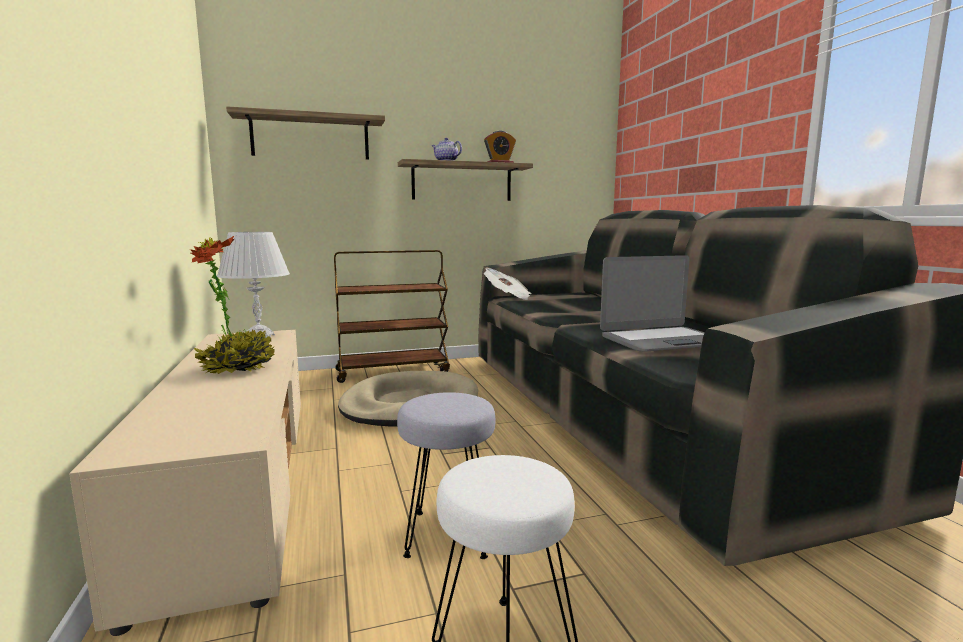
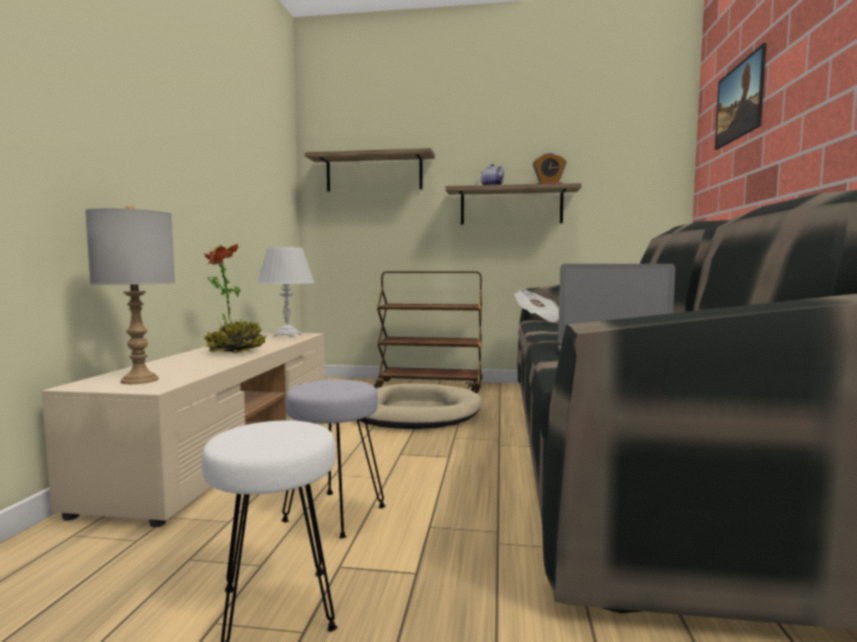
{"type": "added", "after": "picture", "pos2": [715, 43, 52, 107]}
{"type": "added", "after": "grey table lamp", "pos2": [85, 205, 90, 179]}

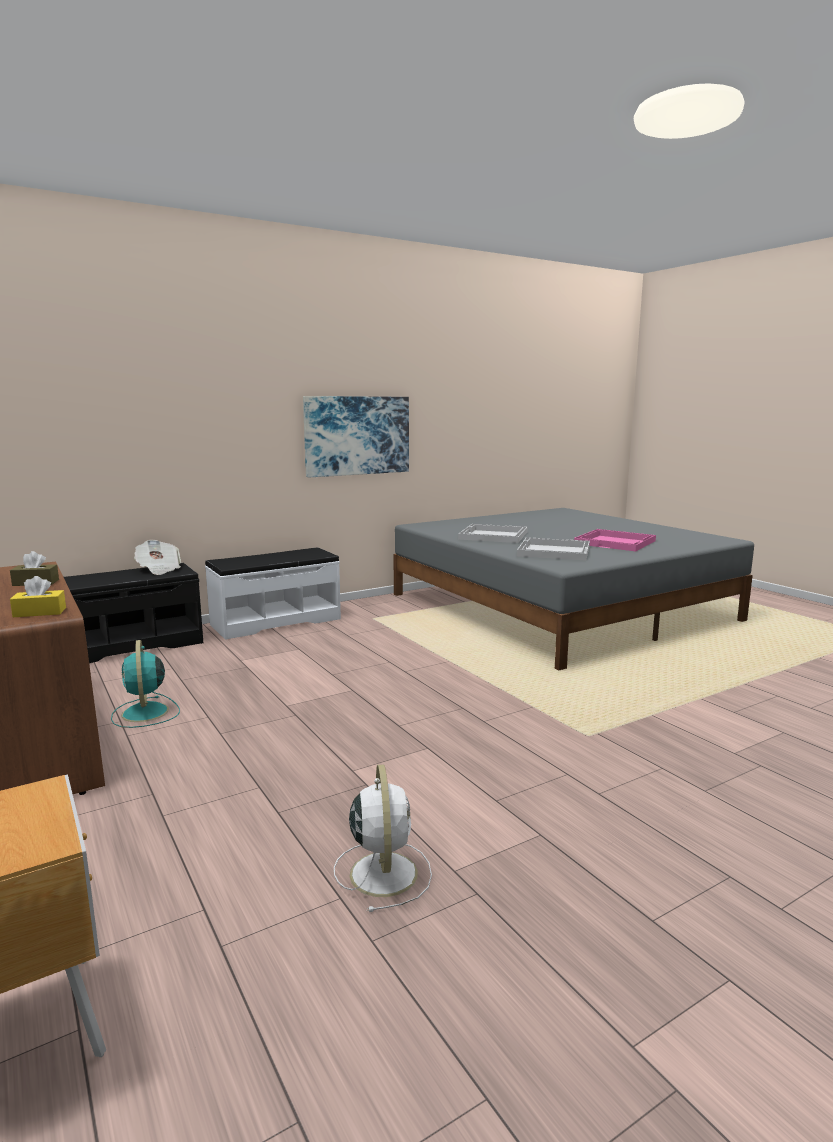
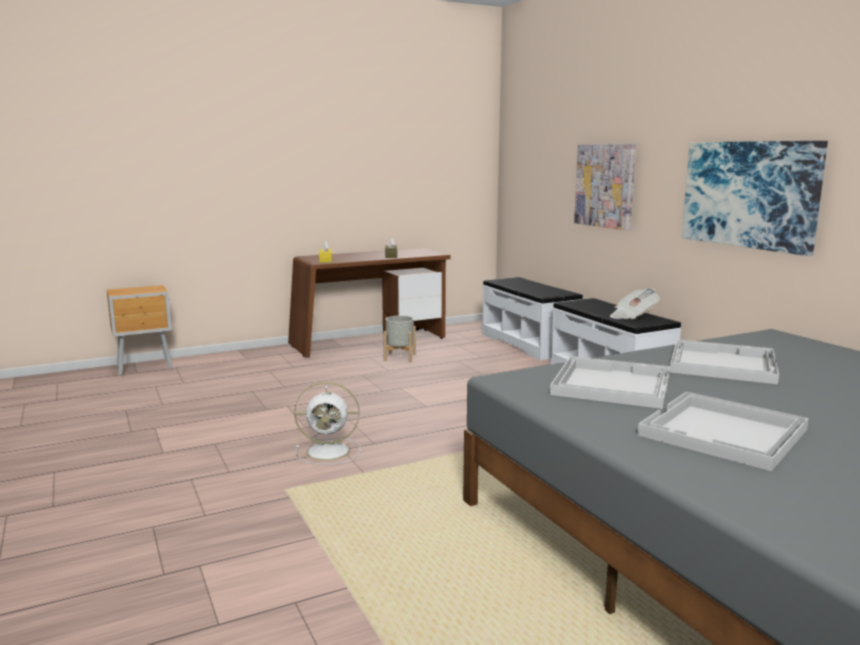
{"type": "recoloured", "before": "pink tray", "after": "white tray", "pos1": [574, 529, 82, 22], "pos2": [638, 392, 171, 79]}
{"type": "moved", "before": "newspaper", "pos1": [134, 540, 47, 35], "pos2": [610, 288, 50, 31]}
{"type": "recoloured", "before": "black bench", "after": "white bench", "pos1": [64, 563, 139, 100], "pos2": [482, 277, 101, 83]}
{"type": "replaced", "before": "turquoise fan", "after": "grey planter", "pos1": [111, 640, 69, 88], "pos2": [383, 316, 33, 46]}
{"type": "moved", "before": "white fan", "pos1": [334, 764, 98, 148], "pos2": [294, 382, 67, 82]}
{"type": "added", "after": "picture", "pos2": [574, 144, 62, 87]}

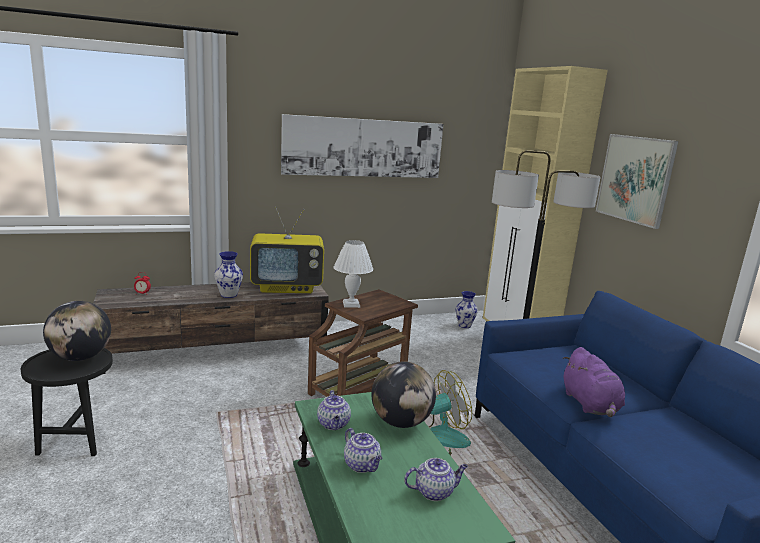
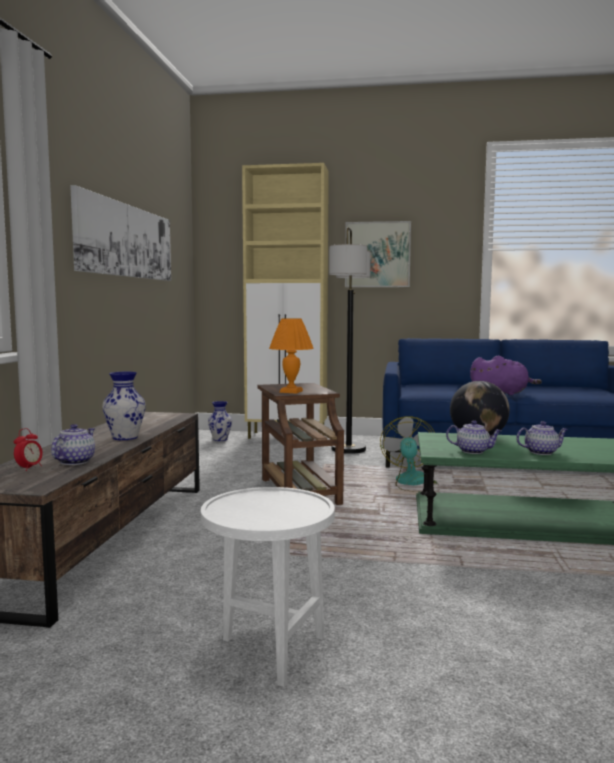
{"type": "removed", "before": "television", "pos1": [250, 207, 74, 86]}
{"type": "recoloured", "before": "white table lamp", "after": "orange table lamp", "pos1": [334, 240, 39, 68], "pos2": [269, 318, 45, 76]}
{"type": "removed", "before": "globe", "pos1": [43, 301, 68, 60]}
{"type": "recoloured", "before": "black side table", "after": "white side table", "pos1": [21, 348, 92, 108], "pos2": [201, 487, 134, 200]}
{"type": "moved", "before": "teapot", "pos1": [404, 458, 64, 43], "pos2": [51, 424, 44, 41]}

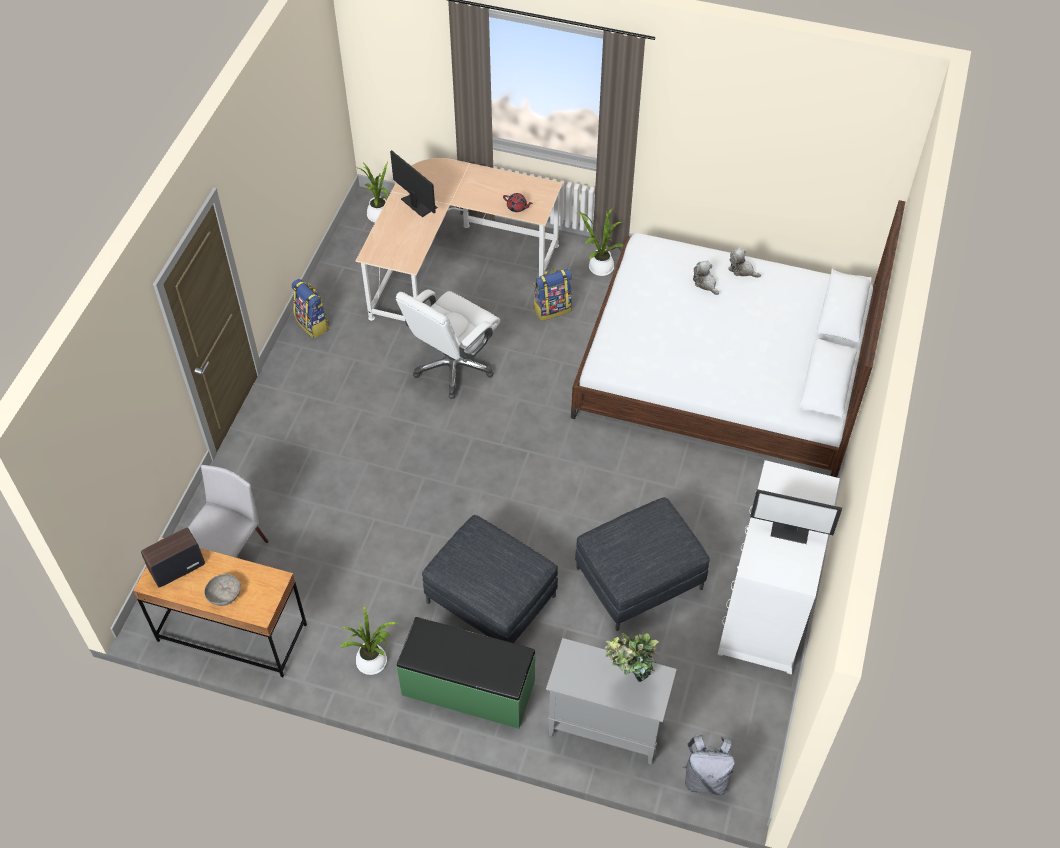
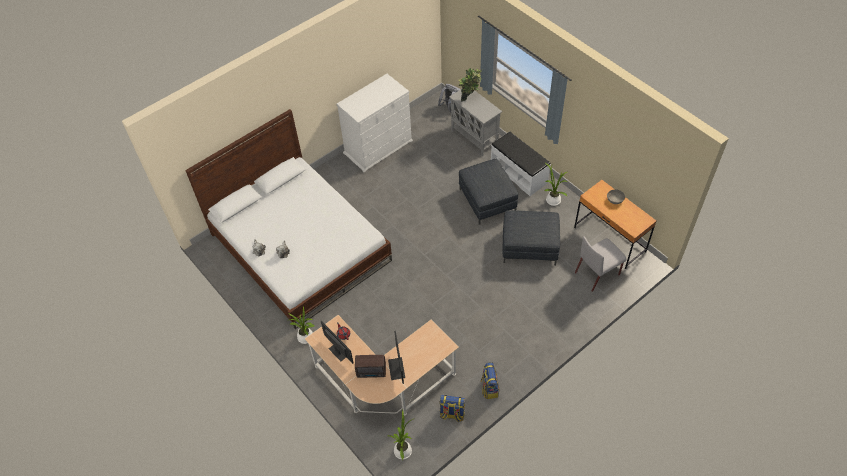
{"type": "moved", "before": "backpack", "pos1": [533, 268, 39, 53], "pos2": [439, 395, 26, 27]}
{"type": "removed", "before": "white office chair", "pos1": [396, 289, 104, 110]}
{"type": "moved", "before": "monitor", "pos1": [750, 489, 92, 55], "pos2": [321, 321, 33, 43]}
{"type": "moved", "before": "grey ottoman", "pos1": [575, 497, 135, 134], "pos2": [503, 210, 57, 55]}
{"type": "moved", "before": "radio", "pos1": [141, 528, 64, 59], "pos2": [355, 355, 31, 23]}
{"type": "recoloured", "before": "green bench", "after": "white bench", "pos1": [397, 617, 139, 112], "pos2": [491, 131, 60, 65]}

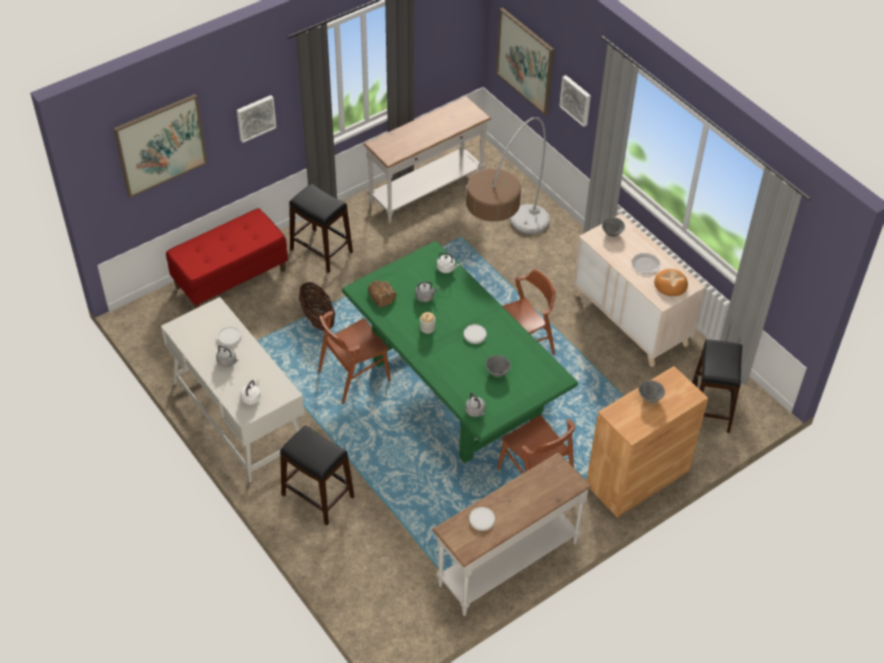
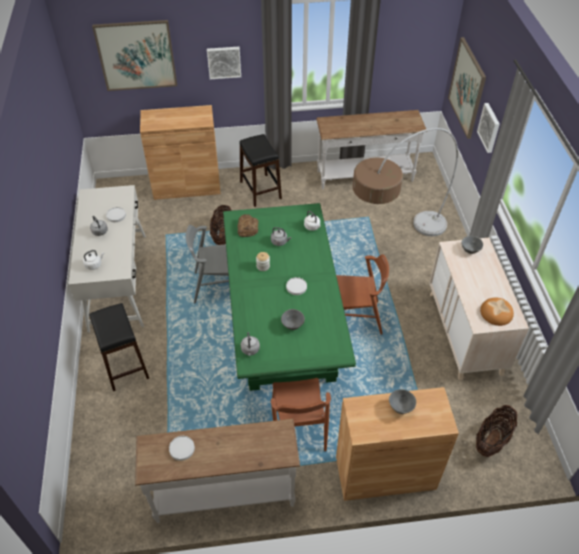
{"type": "replaced", "before": "red bench", "after": "brown cabinet", "pos1": [166, 208, 122, 101], "pos2": [140, 105, 81, 95]}
{"type": "removed", "before": "plate", "pos1": [631, 253, 29, 21]}
{"type": "recoloured", "before": "brown chair", "after": "grey chair", "pos1": [318, 311, 73, 93], "pos2": [186, 225, 43, 79]}
{"type": "replaced", "before": "black stool", "after": "basket", "pos1": [692, 339, 50, 94], "pos2": [476, 405, 41, 52]}

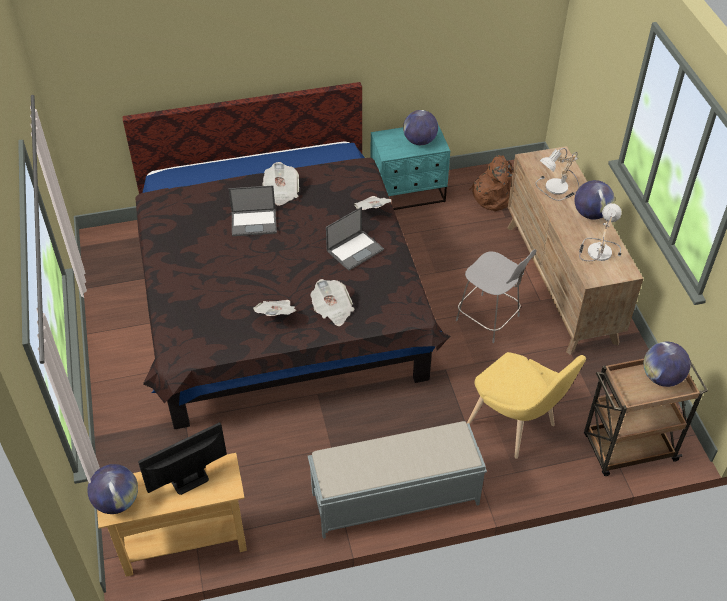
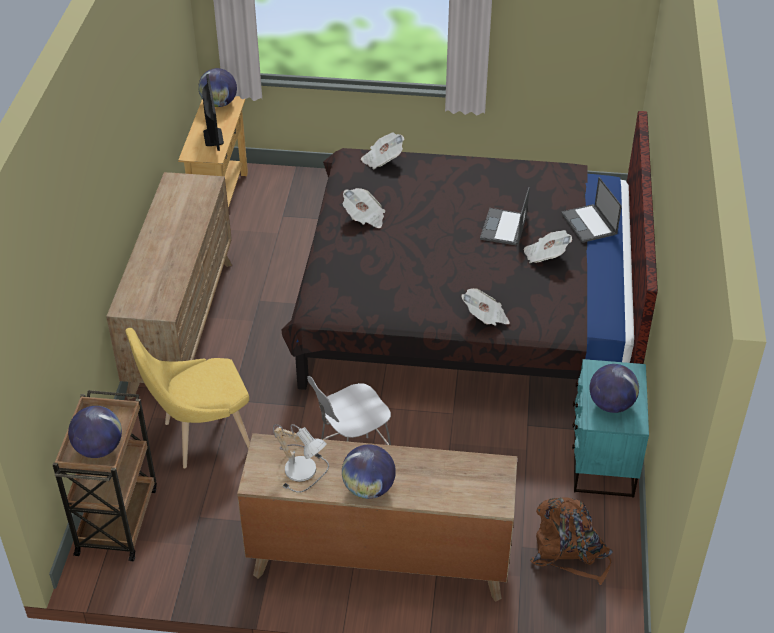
{"type": "removed", "before": "table lamp", "pos1": [535, 148, 44, 53]}
{"type": "moved", "before": "laptop", "pos1": [326, 207, 58, 64], "pos2": [561, 177, 61, 66]}
{"type": "moved", "before": "newspaper", "pos1": [310, 279, 44, 47], "pos2": [361, 133, 44, 36]}
{"type": "replaced", "before": "grey bench", "after": "brown dresser", "pos1": [308, 421, 179, 118], "pos2": [106, 172, 126, 228]}

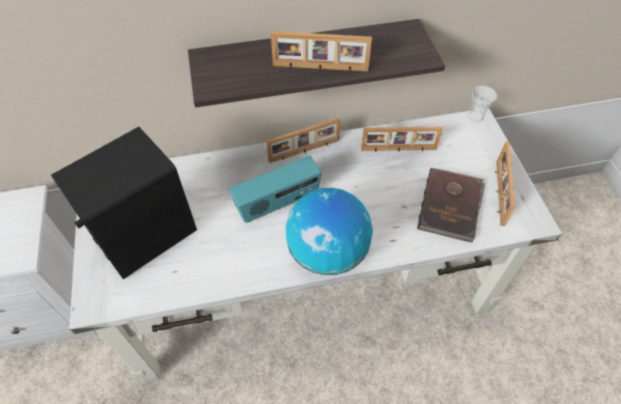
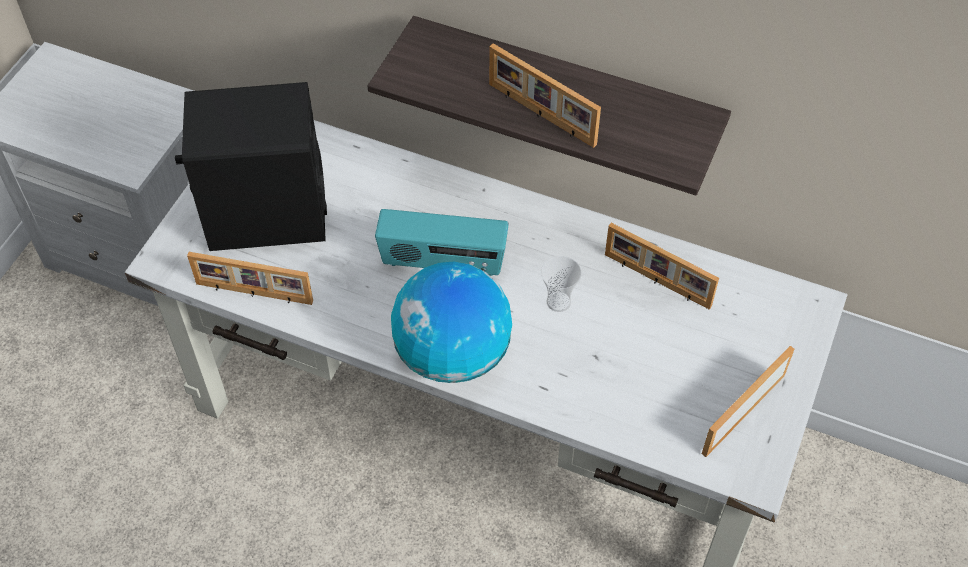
{"type": "moved", "before": "cup", "pos1": [469, 86, 28, 36], "pos2": [541, 256, 41, 56]}
{"type": "moved", "before": "picture frame", "pos1": [266, 118, 75, 45], "pos2": [187, 252, 126, 53]}
{"type": "removed", "before": "brown book", "pos1": [417, 168, 68, 75]}

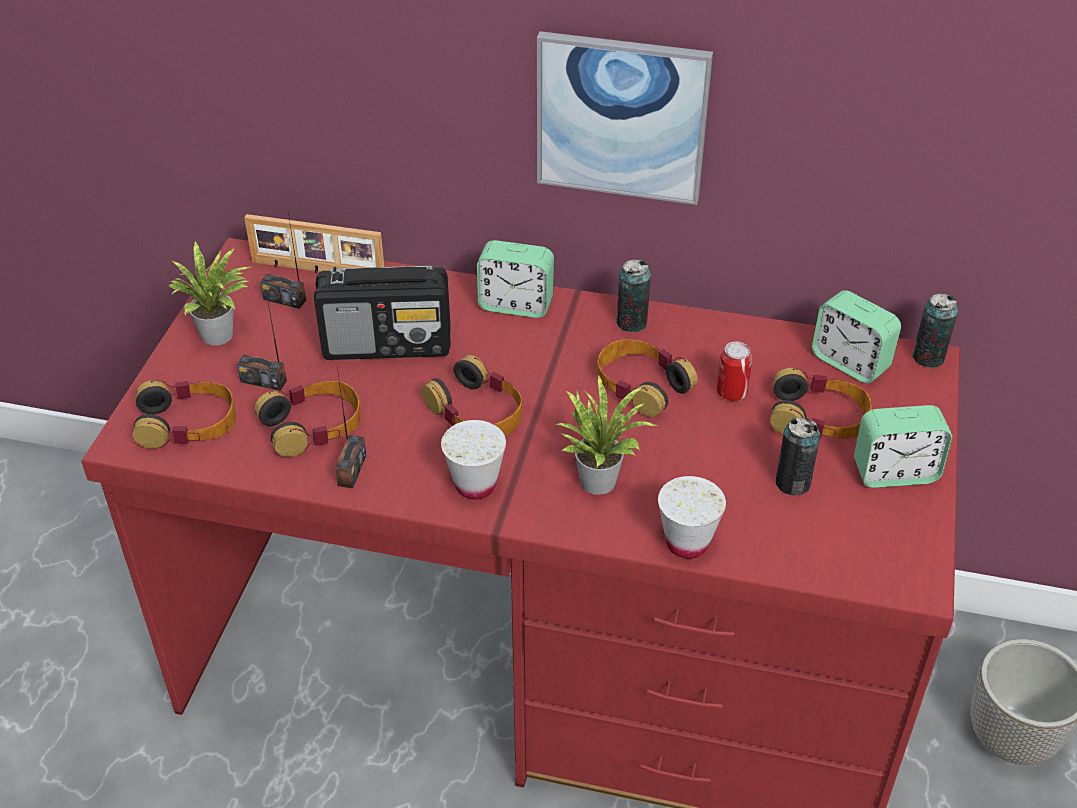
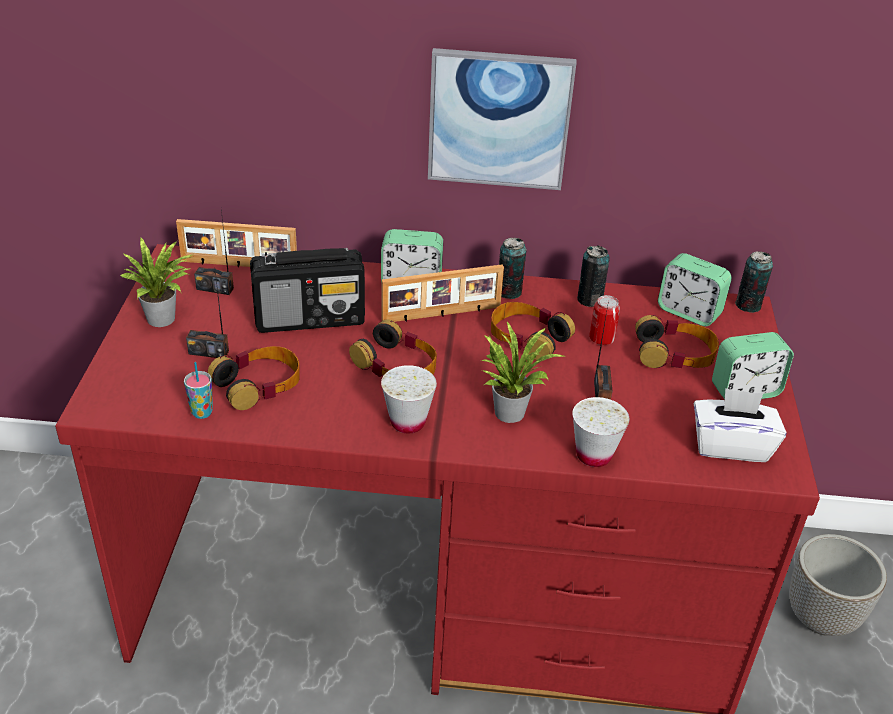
{"type": "moved", "before": "radio", "pos1": [335, 366, 31, 122], "pos2": [594, 301, 18, 99]}
{"type": "removed", "before": "headphones", "pos1": [133, 380, 103, 69]}
{"type": "moved", "before": "can", "pos1": [776, 417, 44, 78], "pos2": [577, 245, 33, 62]}
{"type": "added", "after": "picture frame", "pos2": [381, 264, 123, 58]}
{"type": "added", "after": "cup", "pos2": [184, 362, 29, 57]}
{"type": "added", "after": "white tissue box", "pos2": [694, 388, 93, 74]}

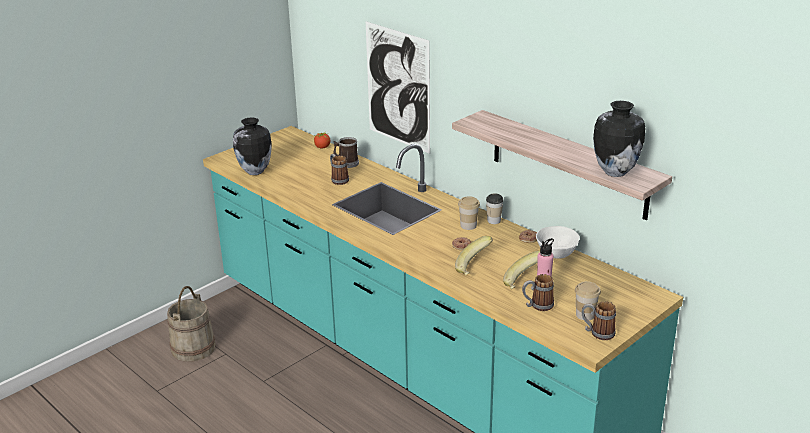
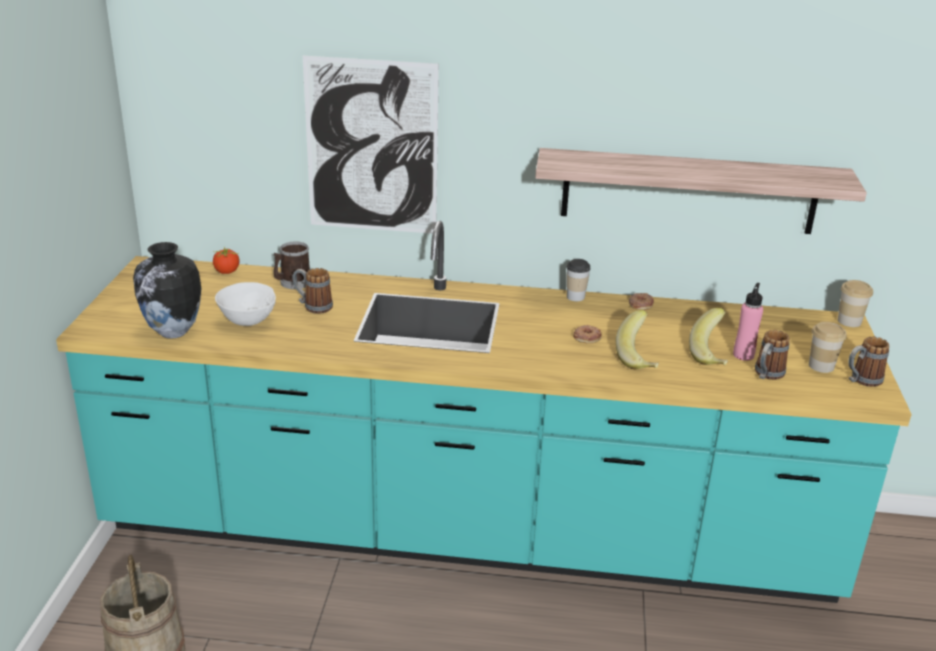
{"type": "removed", "before": "vase", "pos1": [593, 101, 52, 76]}
{"type": "moved", "before": "cup", "pos1": [458, 196, 22, 34], "pos2": [838, 280, 35, 47]}
{"type": "moved", "before": "white bowl", "pos1": [536, 226, 44, 33], "pos2": [215, 282, 61, 44]}

